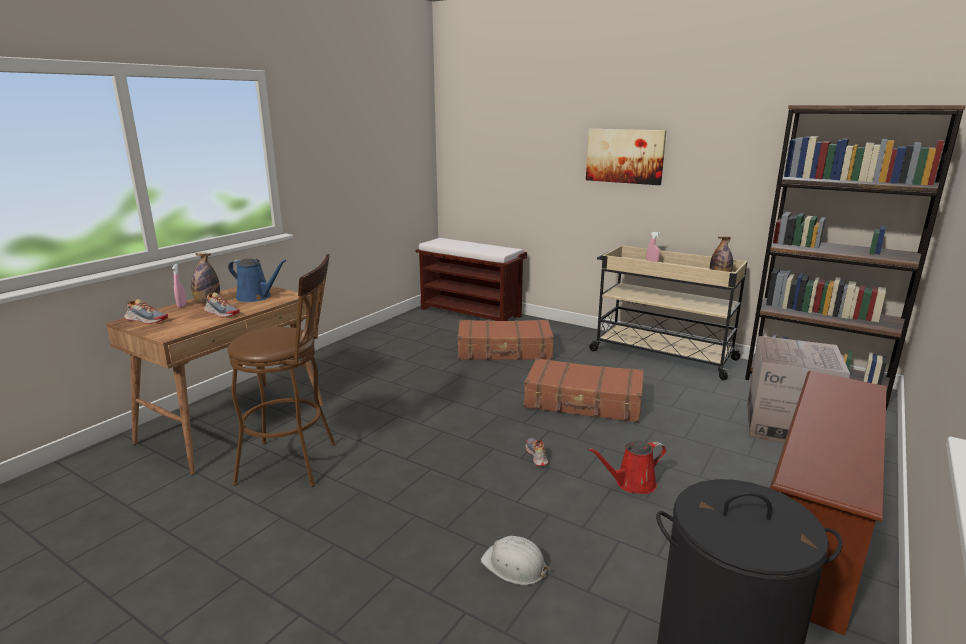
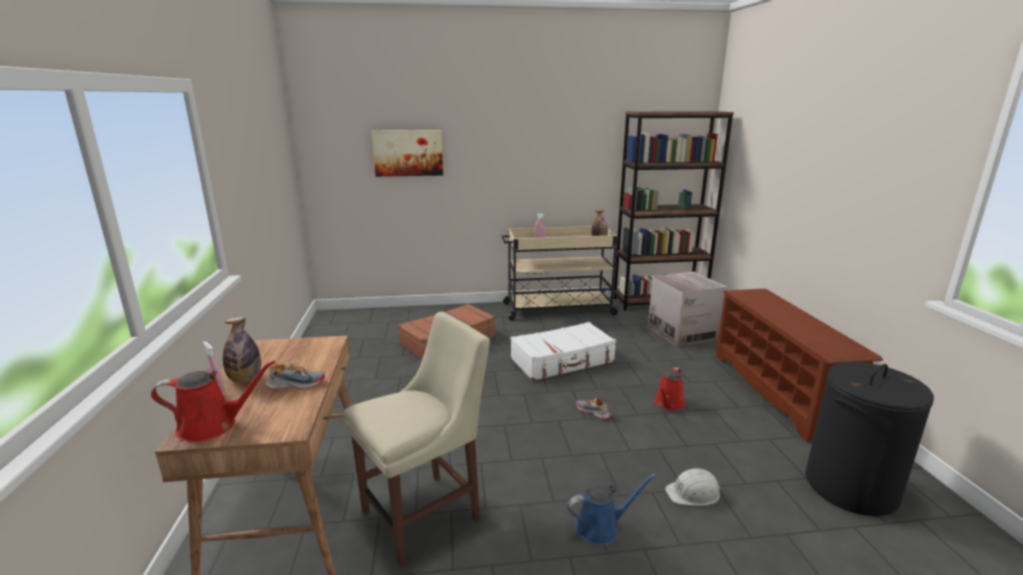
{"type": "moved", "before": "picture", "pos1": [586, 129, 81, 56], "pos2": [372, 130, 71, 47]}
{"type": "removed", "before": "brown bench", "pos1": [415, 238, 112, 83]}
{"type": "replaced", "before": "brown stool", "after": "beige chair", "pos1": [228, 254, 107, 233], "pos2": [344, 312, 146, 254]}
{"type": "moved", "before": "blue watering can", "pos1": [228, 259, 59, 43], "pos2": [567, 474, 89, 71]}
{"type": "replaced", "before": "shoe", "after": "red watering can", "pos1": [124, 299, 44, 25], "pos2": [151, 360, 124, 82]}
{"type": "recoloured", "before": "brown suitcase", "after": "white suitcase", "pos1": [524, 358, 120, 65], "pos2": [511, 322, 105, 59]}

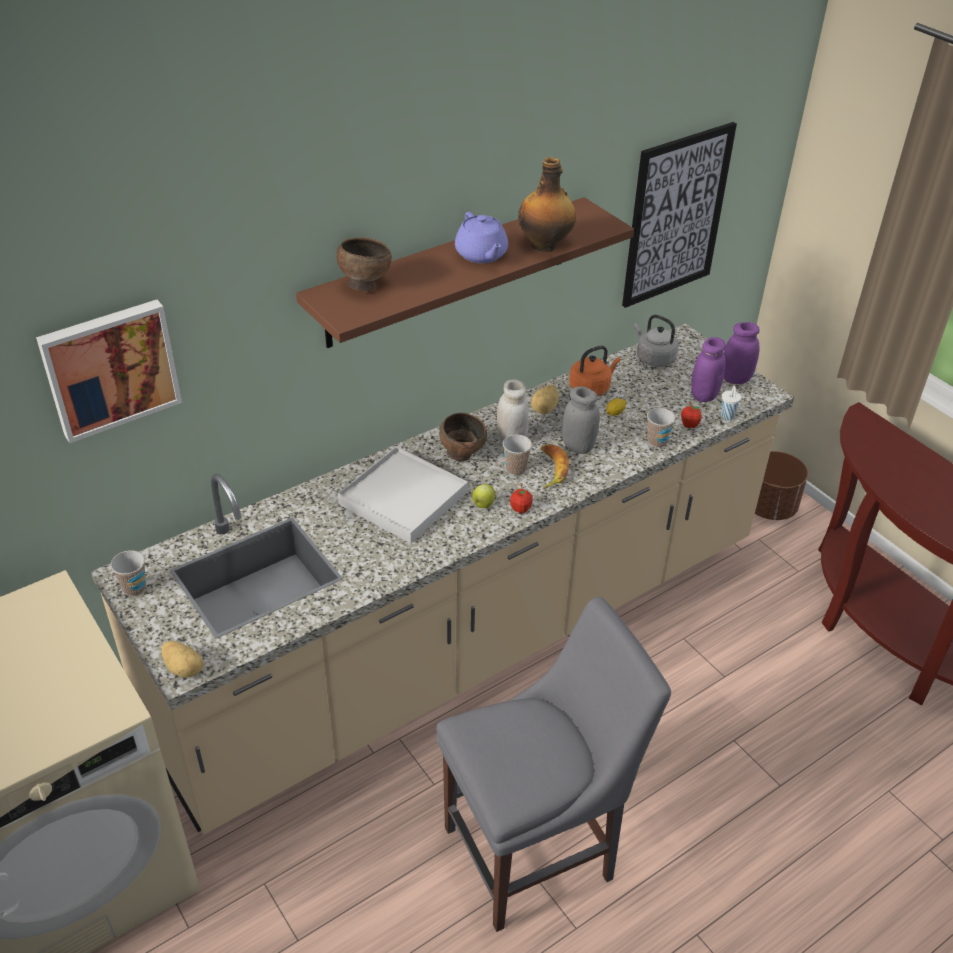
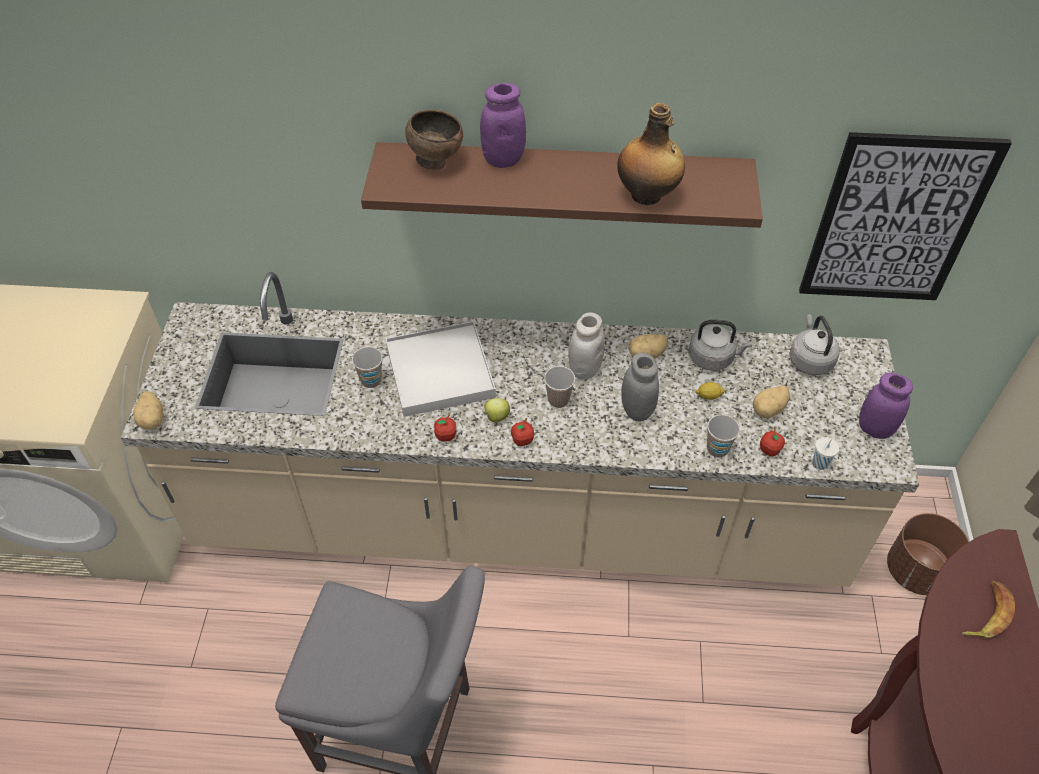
{"type": "removed", "before": "purple teapot", "pos1": [455, 212, 53, 51]}
{"type": "removed", "before": "picture", "pos1": [36, 300, 146, 143]}
{"type": "moved", "before": "purple jar", "pos1": [692, 337, 34, 65], "pos2": [480, 83, 46, 85]}
{"type": "recoloured", "before": "orange kettle", "after": "grey kettle", "pos1": [569, 346, 52, 50], "pos2": [689, 320, 64, 51]}
{"type": "removed", "before": "brown bowl", "pos1": [439, 413, 48, 48]}
{"type": "moved", "before": "banana", "pos1": [541, 444, 28, 45], "pos2": [961, 581, 54, 57]}
{"type": "moved", "before": "cup", "pos1": [110, 550, 36, 46], "pos2": [352, 347, 31, 41]}
{"type": "added", "after": "potato", "pos2": [753, 386, 37, 32]}
{"type": "added", "after": "apple", "pos2": [434, 414, 22, 28]}

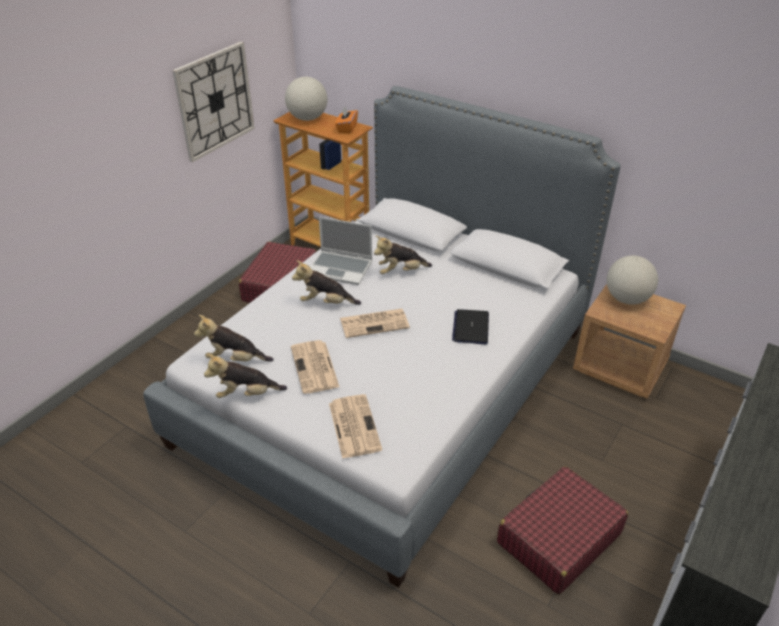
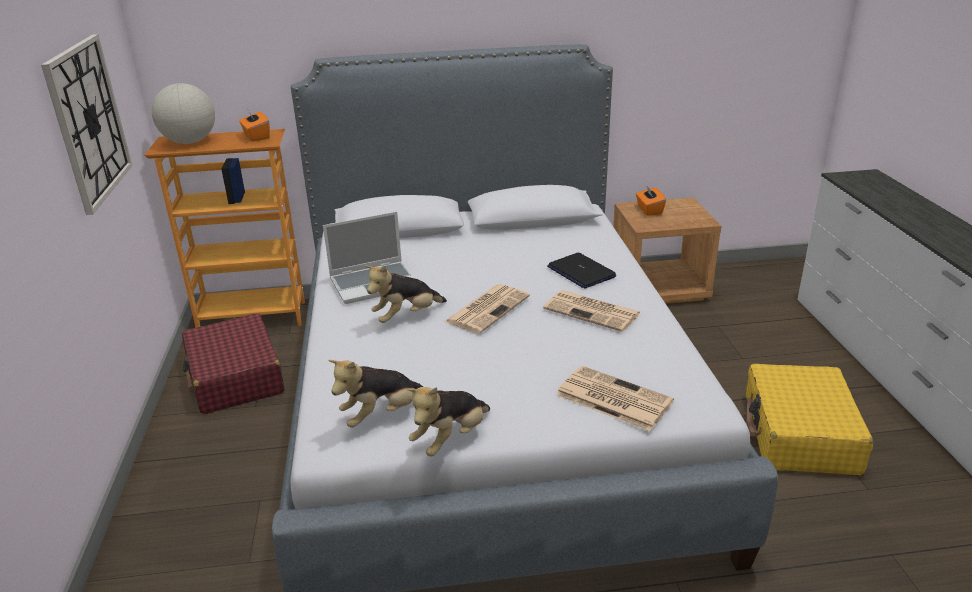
{"type": "removed", "before": "plush toy", "pos1": [374, 236, 58, 38]}
{"type": "replaced", "before": "globe", "after": "orange tissue box", "pos1": [607, 255, 51, 50], "pos2": [636, 186, 30, 30]}
{"type": "moved", "before": "newspaper", "pos1": [291, 340, 48, 54], "pos2": [543, 290, 98, 42]}
{"type": "recoloured", "before": "red suitcase", "after": "yellow suitcase", "pos1": [497, 466, 131, 128], "pos2": [746, 364, 127, 111]}

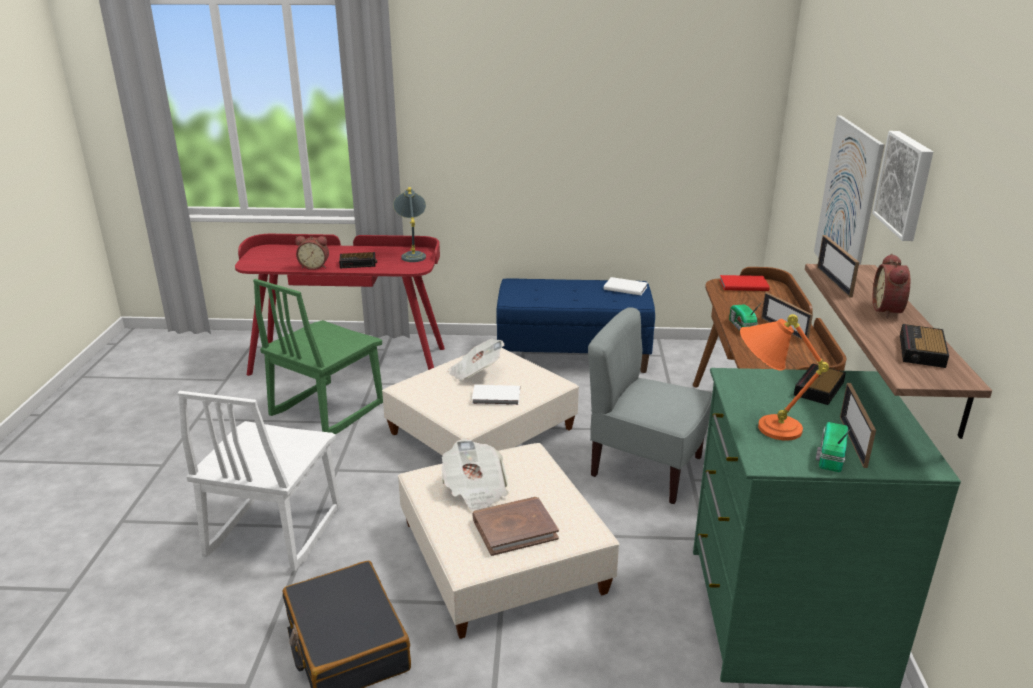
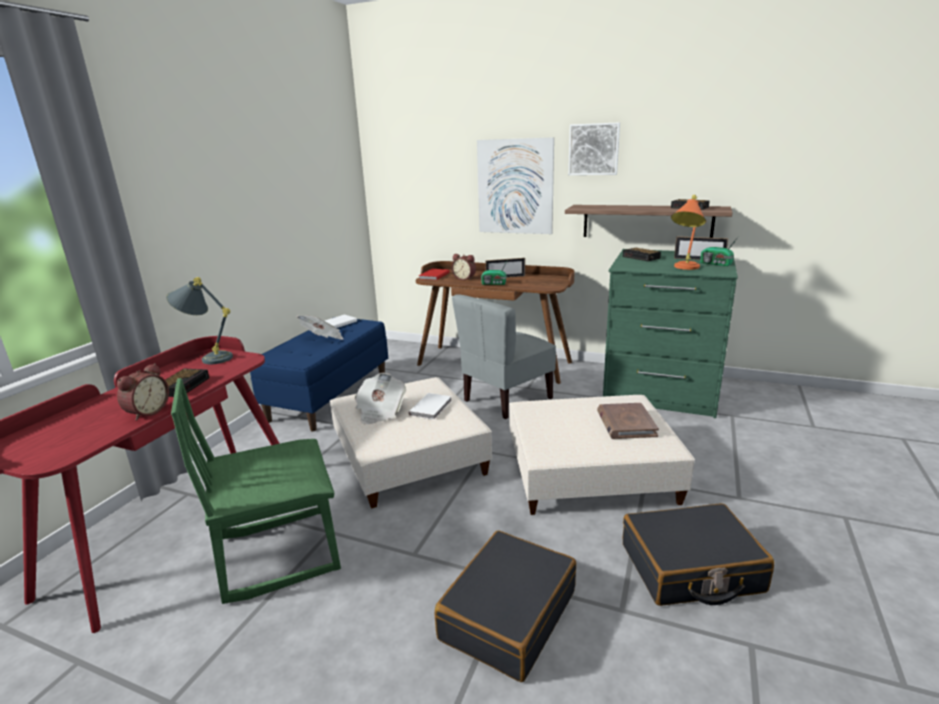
{"type": "removed", "before": "picture frame", "pos1": [817, 235, 42, 63]}
{"type": "moved", "before": "alarm clock", "pos1": [873, 254, 37, 64], "pos2": [451, 254, 25, 26]}
{"type": "turned", "before": "green chair", "pos1": [253, 279, 130, 155], "pos2": [171, 378, 170, 226], "turn": 105}
{"type": "replaced", "before": "white chair", "after": "black suitcase", "pos1": [178, 391, 162, 181], "pos2": [435, 530, 141, 152]}
{"type": "moved", "before": "newspaper", "pos1": [442, 439, 67, 73], "pos2": [296, 315, 47, 25]}

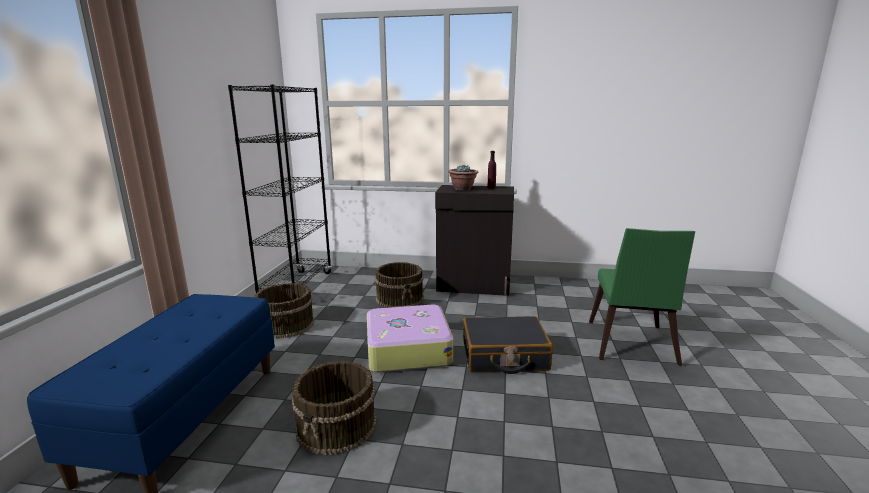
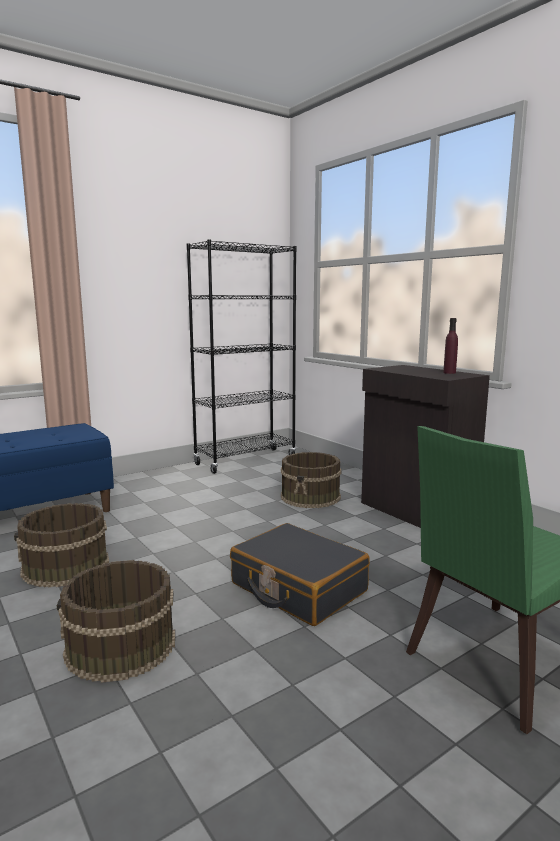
{"type": "removed", "before": "potted plant", "pos1": [448, 165, 30, 26]}
{"type": "moved", "before": "brown bucket", "pos1": [254, 283, 60, 56], "pos2": [57, 560, 118, 123]}
{"type": "removed", "before": "suitcase", "pos1": [367, 305, 86, 67]}

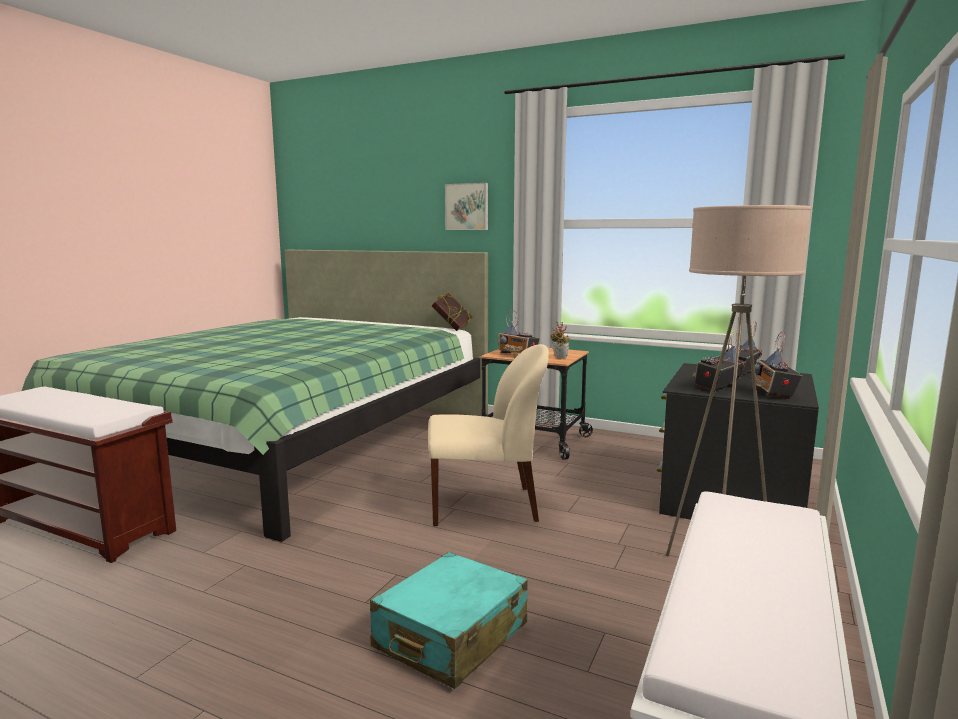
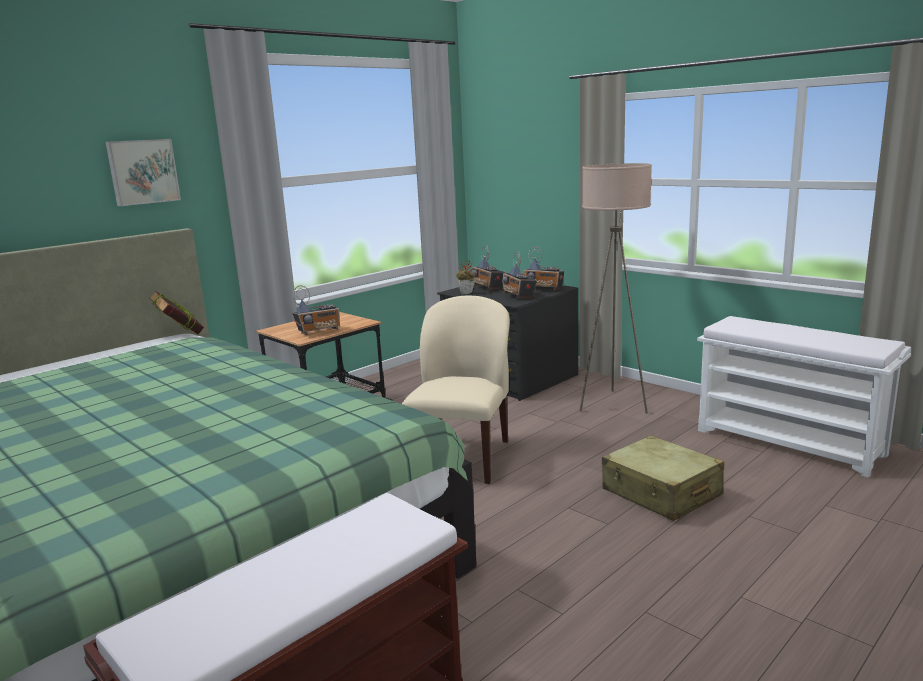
{"type": "moved", "before": "potted plant", "pos1": [550, 322, 20, 37], "pos2": [456, 260, 19, 34]}
{"type": "recoloured", "before": "turquoise suitcase", "after": "beige suitcase", "pos1": [370, 552, 158, 137], "pos2": [602, 435, 122, 86]}

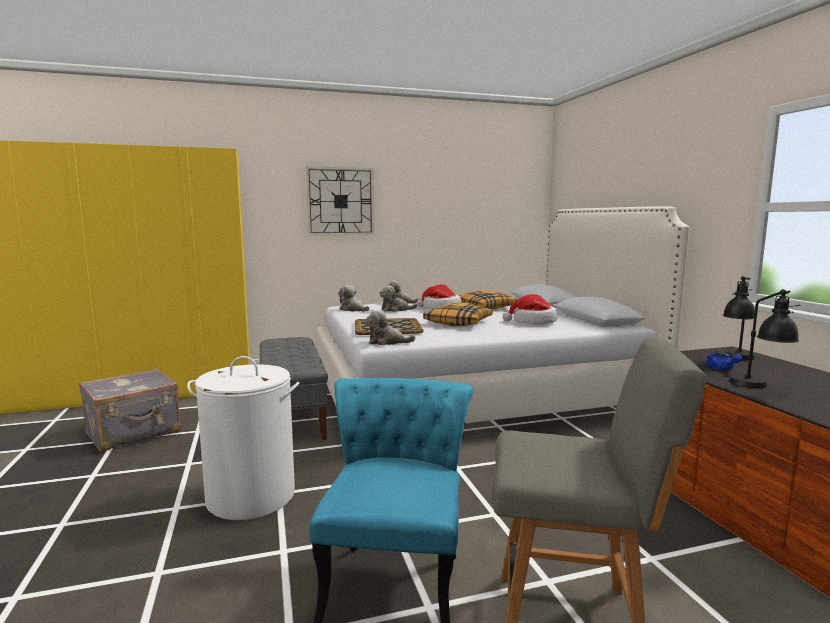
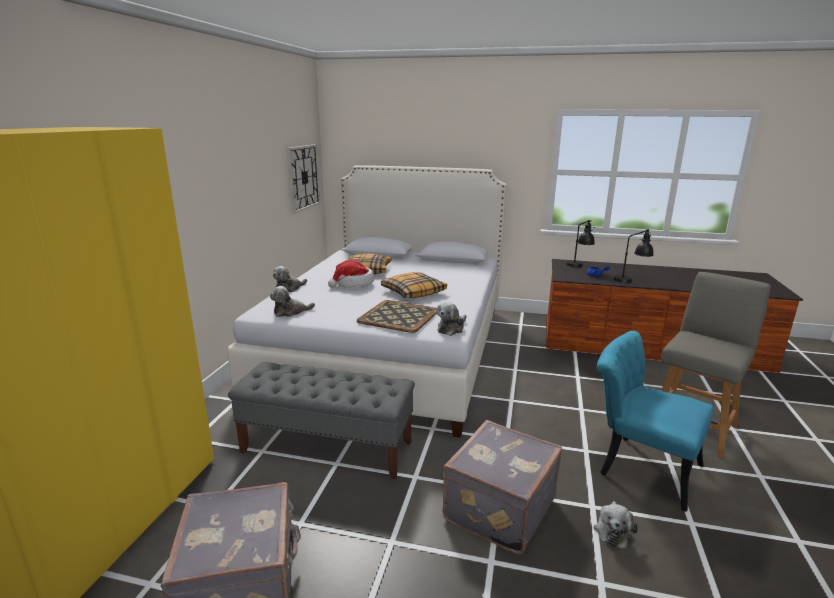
{"type": "moved", "before": "wall clock", "pos1": [306, 166, 68, 70], "pos2": [287, 144, 33, 70]}
{"type": "moved", "before": "plush toy", "pos1": [380, 285, 37, 27], "pos2": [593, 501, 45, 48]}
{"type": "removed", "before": "hat", "pos1": [503, 294, 54, 30]}
{"type": "replaced", "before": "white laundry basket", "after": "grey suitcase", "pos1": [187, 356, 112, 164], "pos2": [443, 420, 119, 135]}

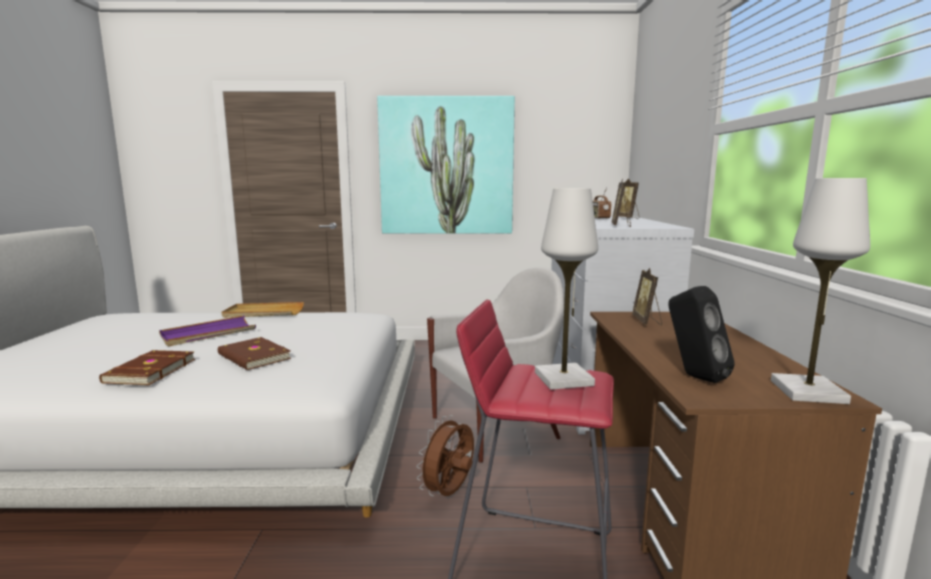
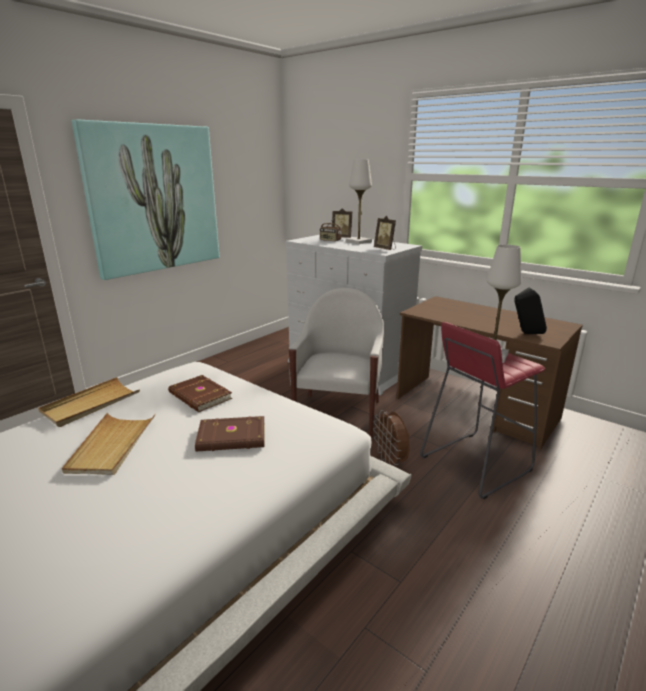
{"type": "moved", "before": "white table lamp", "pos1": [771, 178, 99, 226], "pos2": [346, 159, 26, 85]}
{"type": "removed", "before": "picture frame", "pos1": [632, 268, 30, 57]}
{"type": "recoloured", "before": "purple tray", "after": "beige tray", "pos1": [159, 316, 97, 30], "pos2": [62, 413, 94, 62]}
{"type": "moved", "before": "brown book", "pos1": [99, 350, 96, 35], "pos2": [168, 375, 64, 37]}

